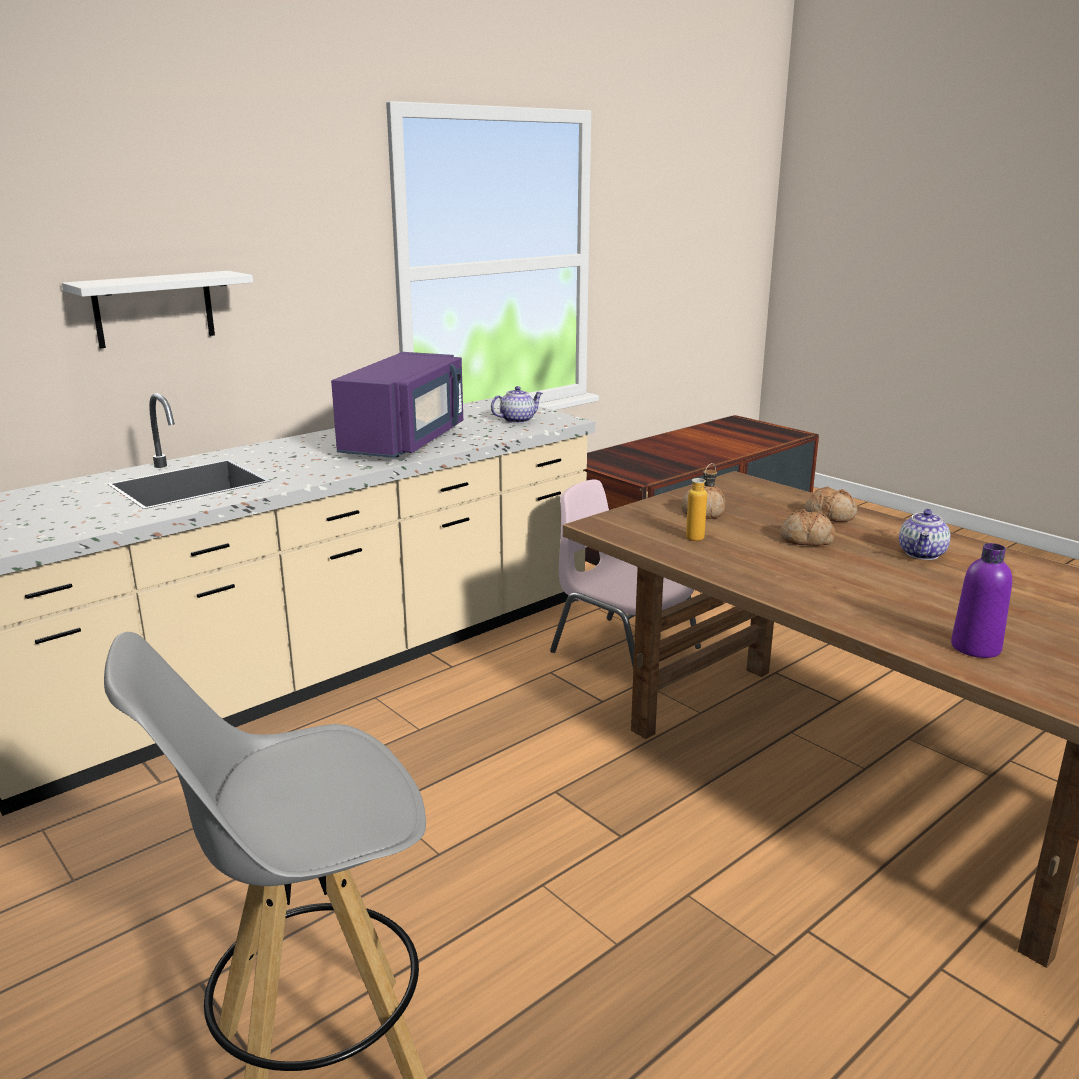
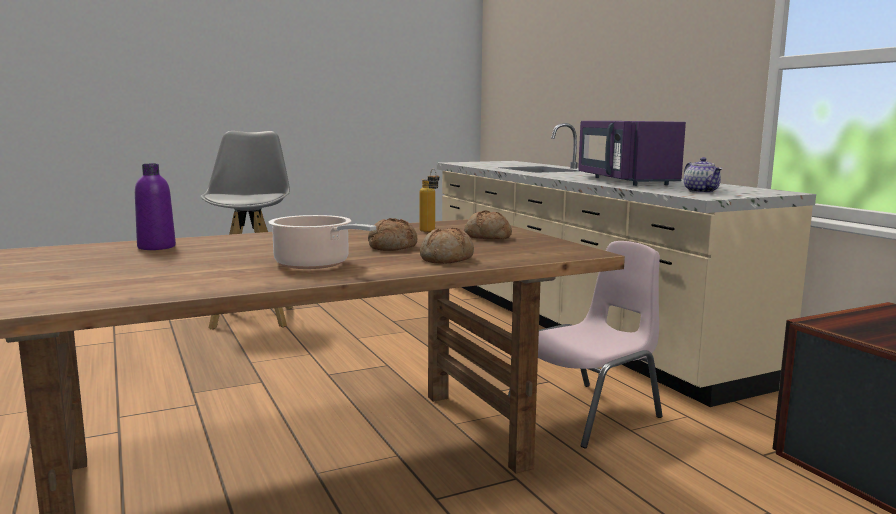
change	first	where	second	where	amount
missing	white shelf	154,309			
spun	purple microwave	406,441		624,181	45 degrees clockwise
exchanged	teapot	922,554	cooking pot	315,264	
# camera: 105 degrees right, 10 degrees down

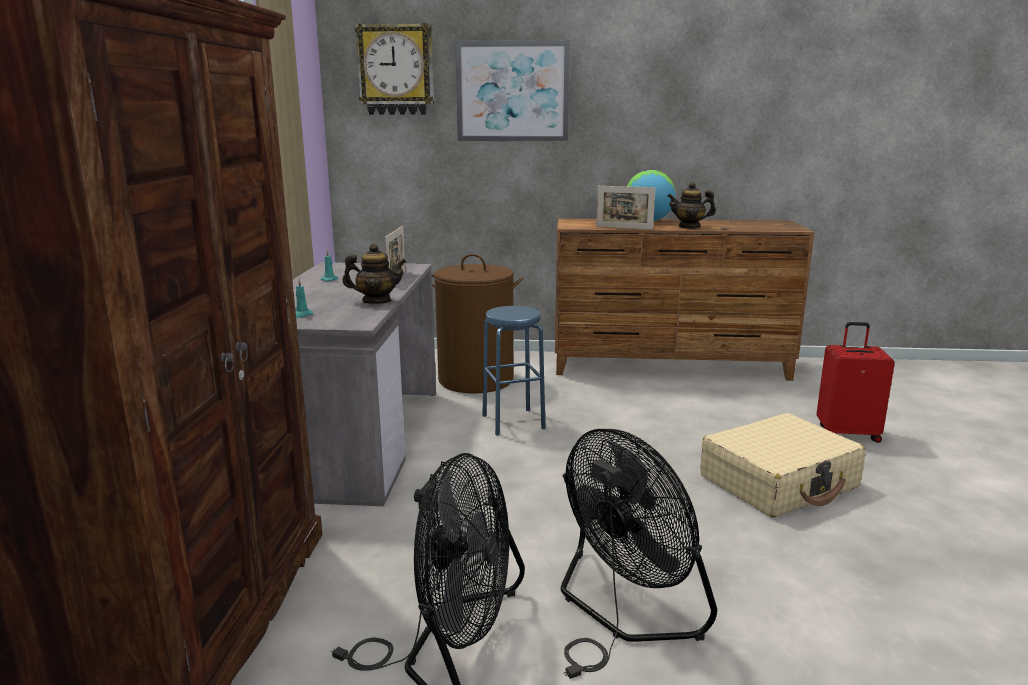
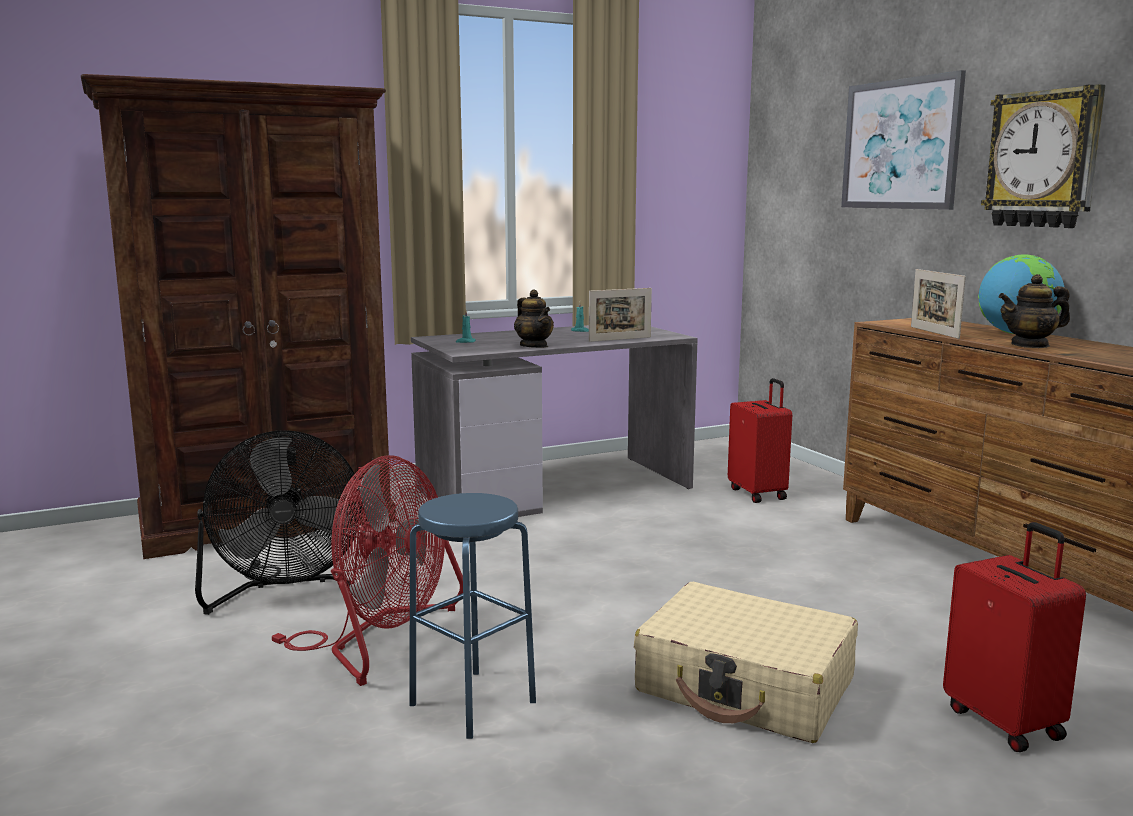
change	first	where	second	where	amount
relocated	wall clock	396,70		1043,159	
spun	teapot	689,227		1030,345	75 degrees counterclockwise
exchanged	brown laundry basket	476,380	red suitcase	758,493	
relocated	blue stool	513,422		472,703	
colour	black fan	614,611	red fan	377,640	
# camera: 60 degrees right, 5 degrees down

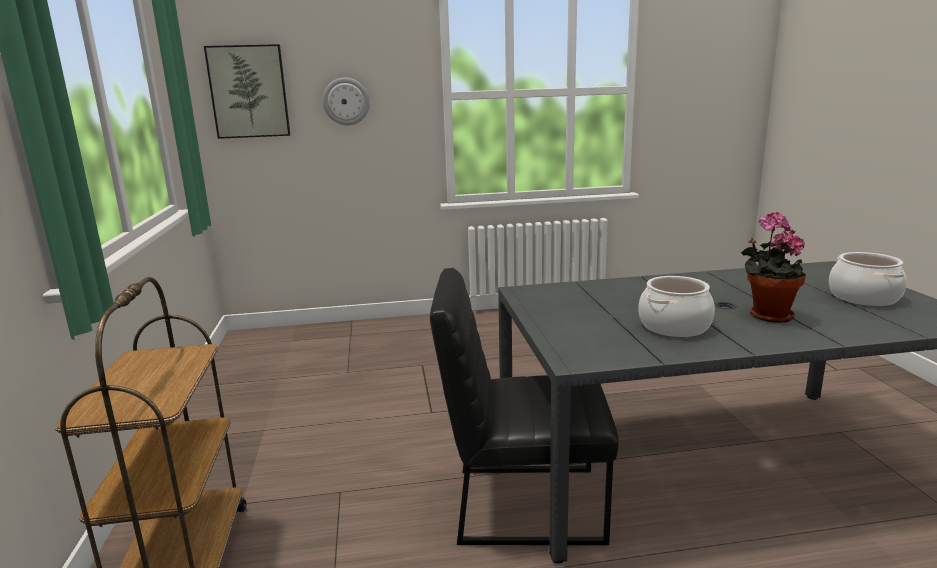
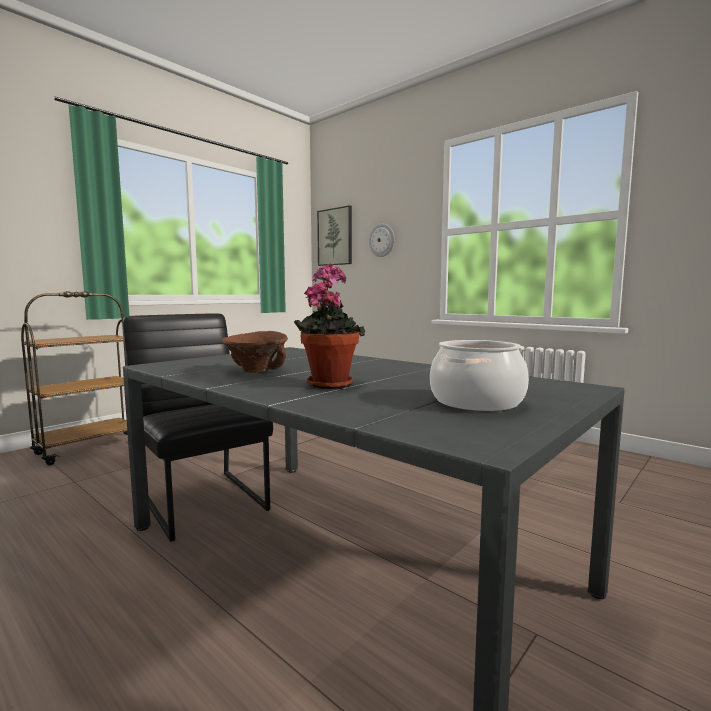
change	first	where	second	where	amount
exchanged	cooking pot	674,326	brown bowl	255,371	
# camera: 50 degrees right, 10 degrees down

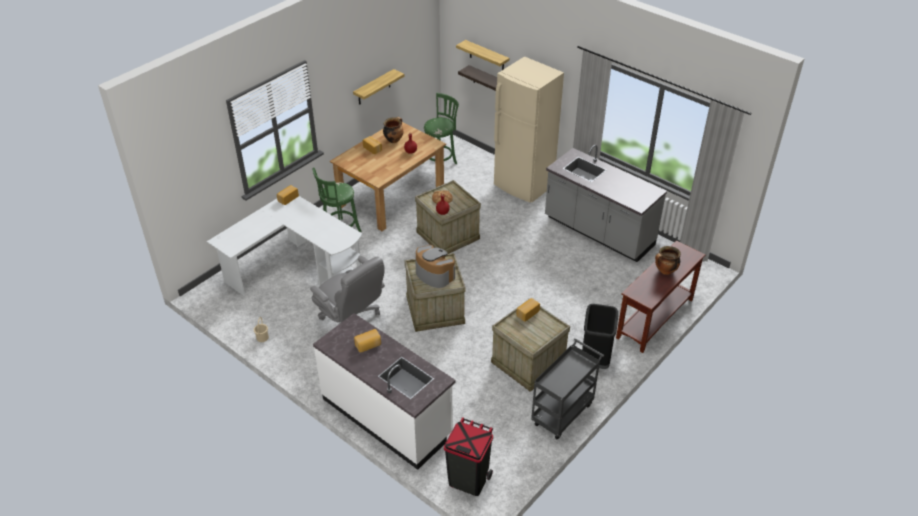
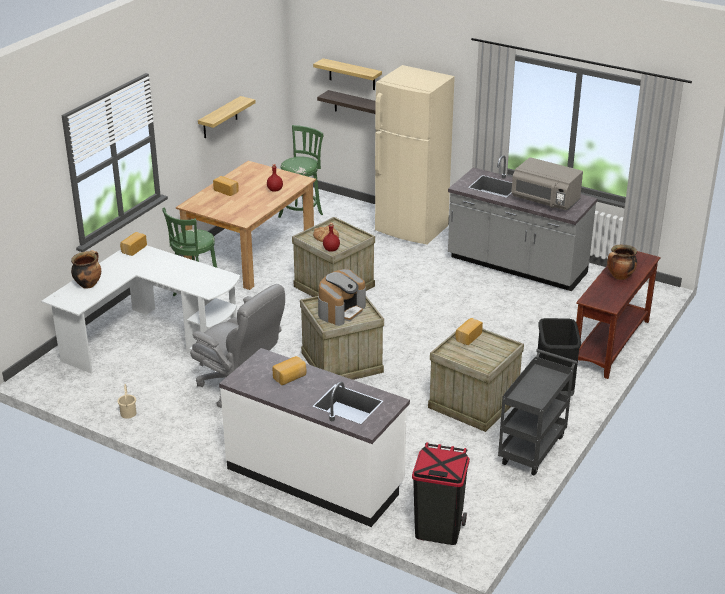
change	first	where	second	where	amount
relocated	cooking pot	393,140		88,284	
spun	coffee machine	434,274		341,310	90 degrees clockwise
appeared			grey microwave	545,201	
# camera: 10 degrees left, 10 degrees down

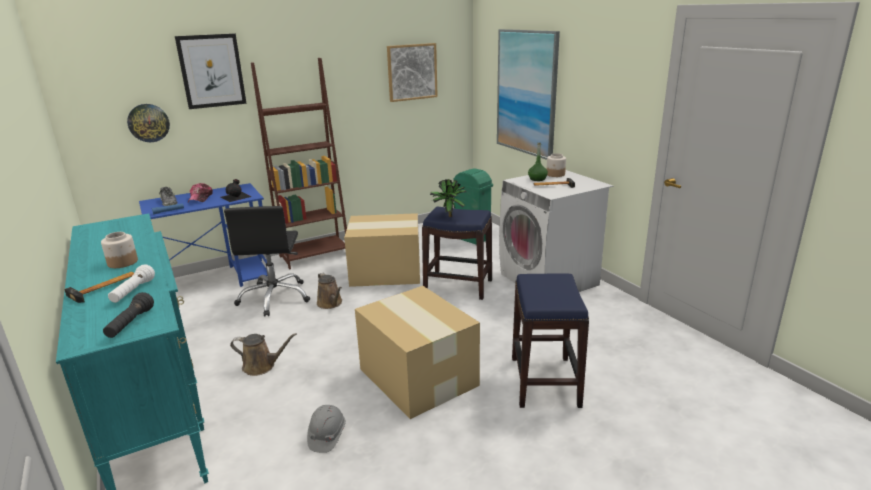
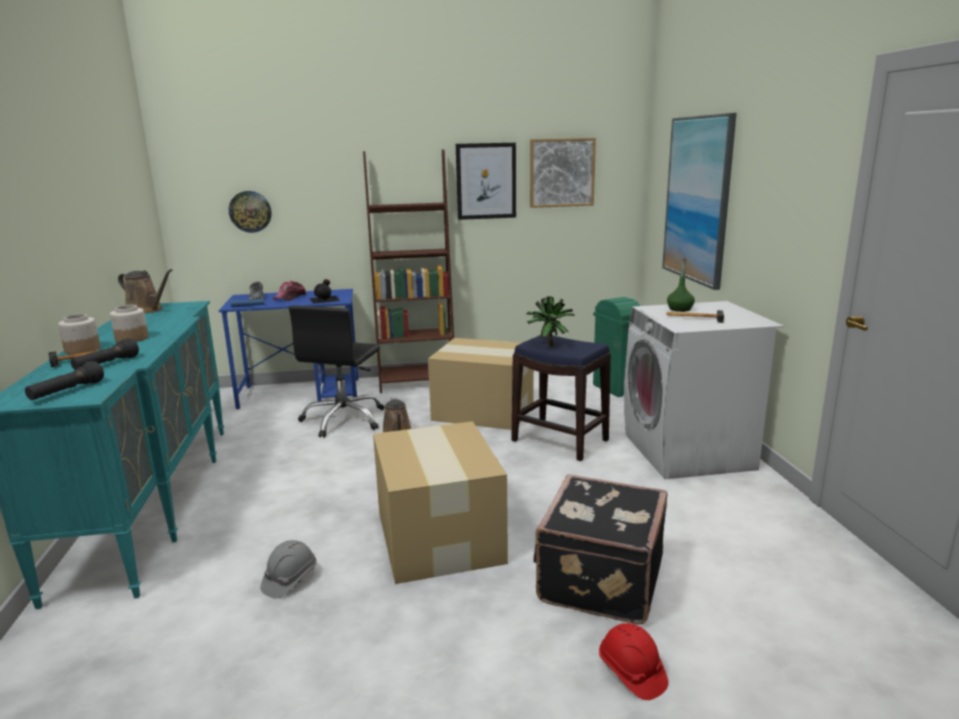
change	first	where	second	where	amount
relocated	picture	211,71		486,181	
relocated	jar	555,174		82,350	
colour	white flashlight	133,292	black flashlight	106,365	
exchanged	stool	545,382	black suitcase	598,579	
relocated	brown watering can	262,366		146,310	
appeared			red hard hat	631,673	
# camera: 20 degrees right, 5 degrees down

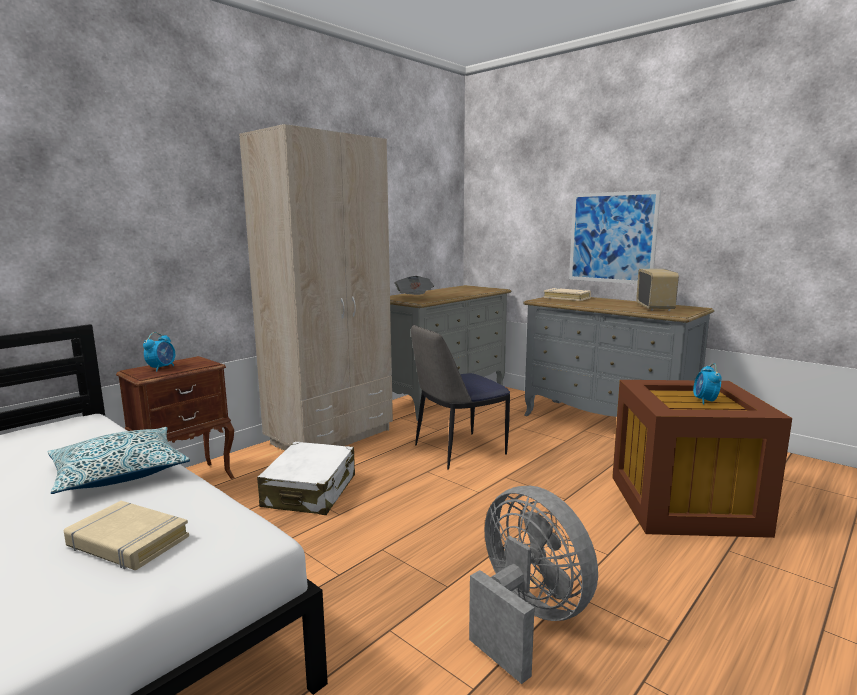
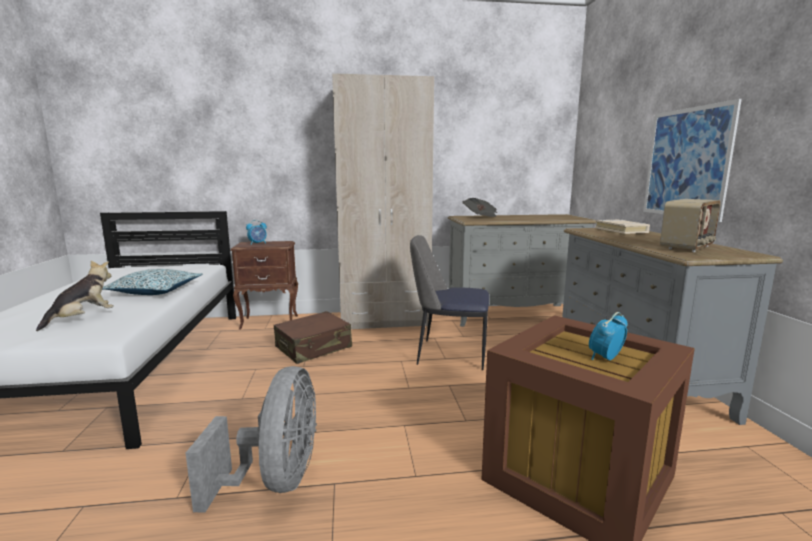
change	first	where	second	where	amount
colour	white suitcase	310,491	brown suitcase	314,347	
exchanged	beige book	127,542	plush toy	83,319	
# camera: 40 degrees right, 0 degrees up

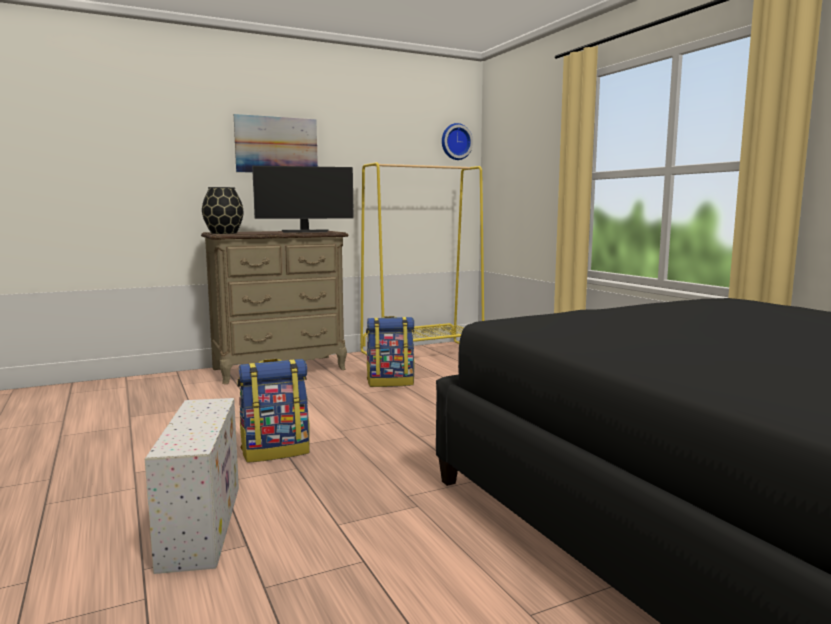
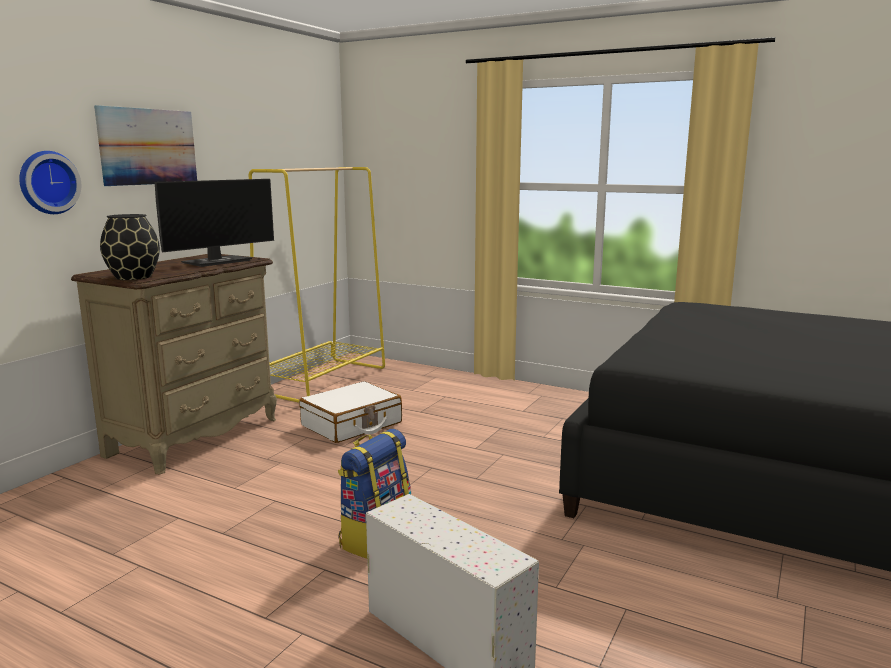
change	first	where	second	where	amount
relocated	wall clock	455,142		47,182	
exchanged	backpack	390,382	white suitcase	352,424	
# camera: 35 degrees left, 5 degrees up

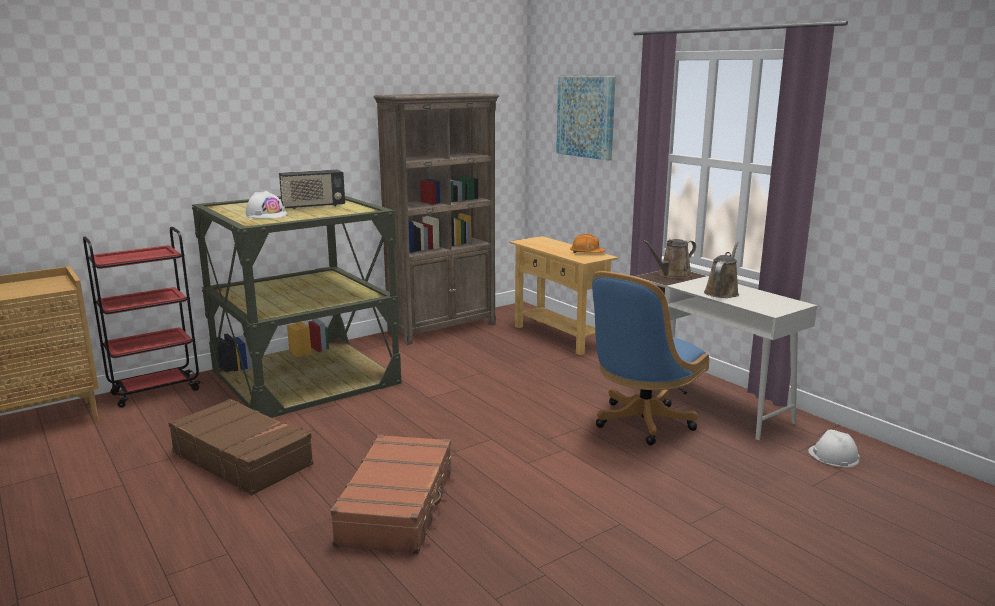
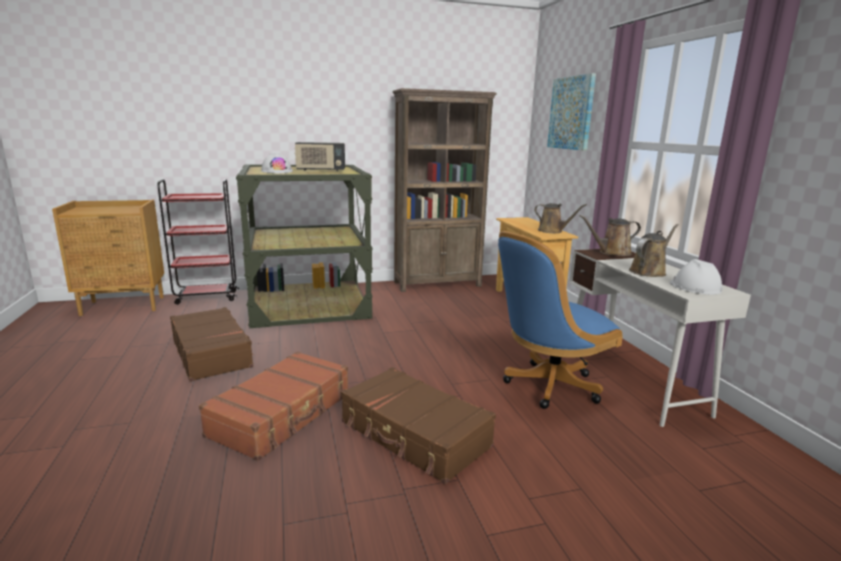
change	first	where	second	where	amount
exchanged	orange hard hat	586,253	brown watering can	552,231	
relocated	white hard hat	833,456		695,287	
appeared			brown suitcase	414,435	
# camera: 20 degrees right, 0 degrees up

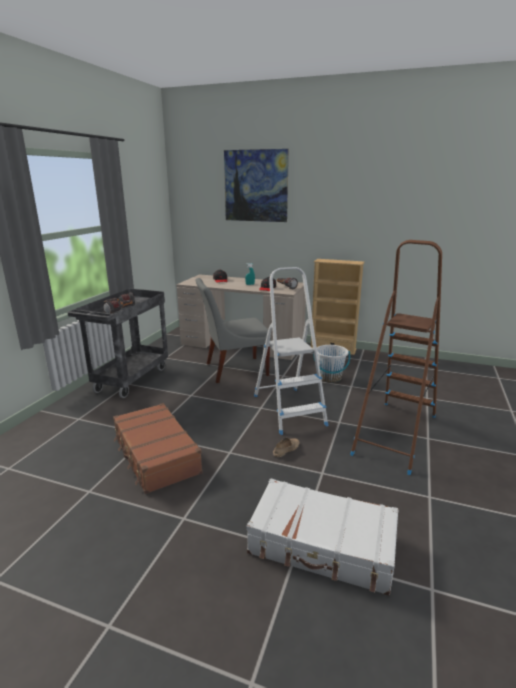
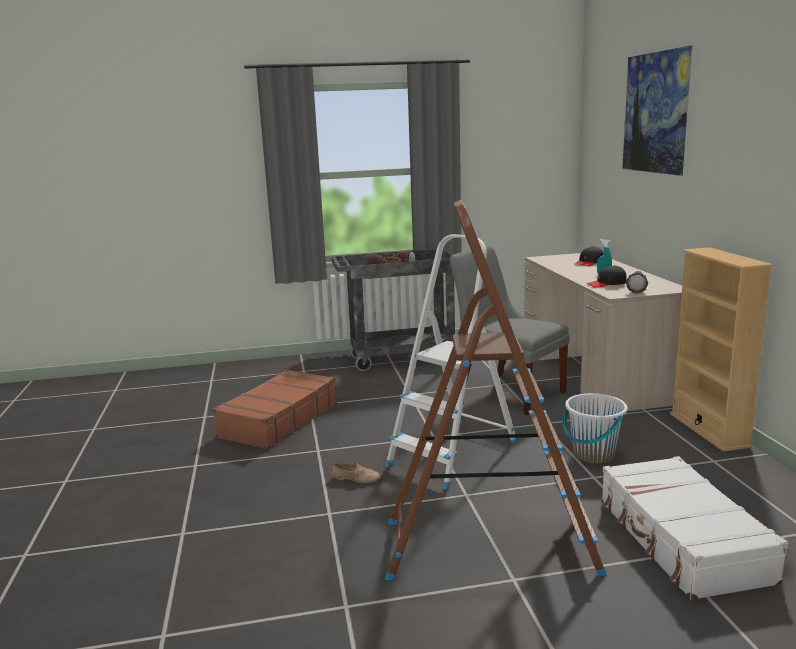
change	first	where	second	where	amount
relocated	white suitcase	322,545		681,540	
# camera: 60 degrees right, 5 degrees down

